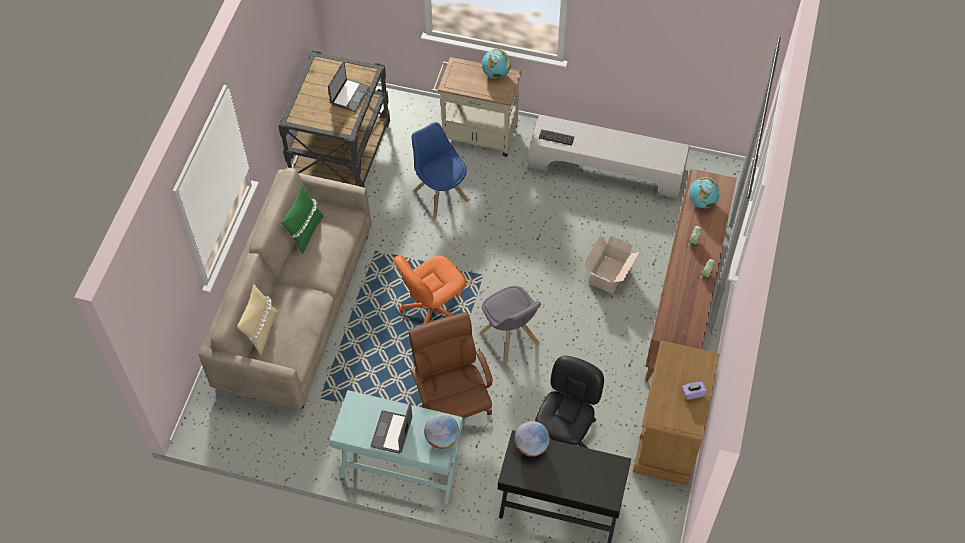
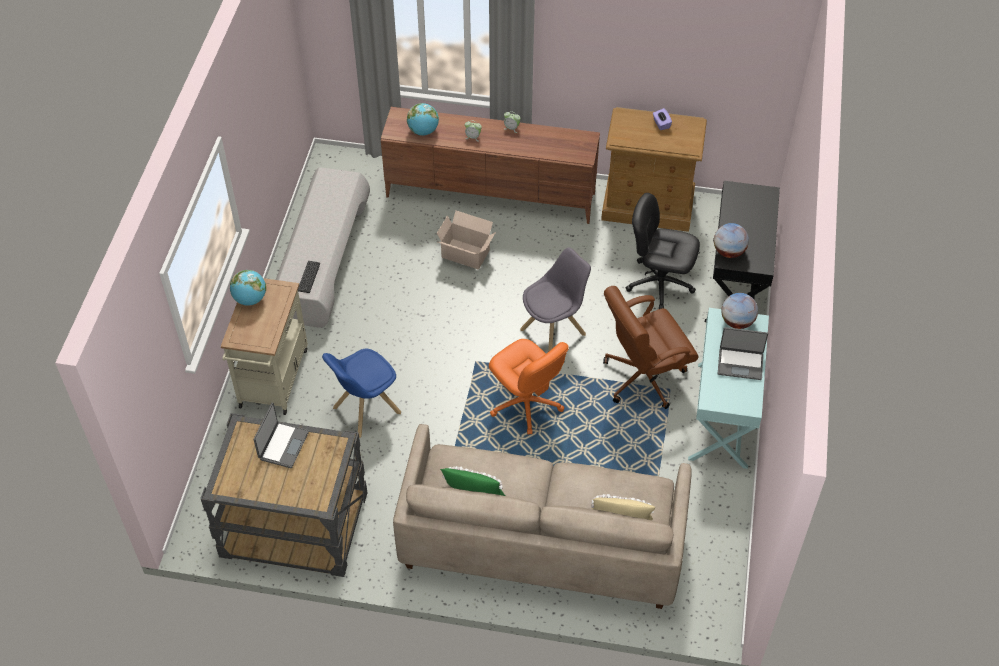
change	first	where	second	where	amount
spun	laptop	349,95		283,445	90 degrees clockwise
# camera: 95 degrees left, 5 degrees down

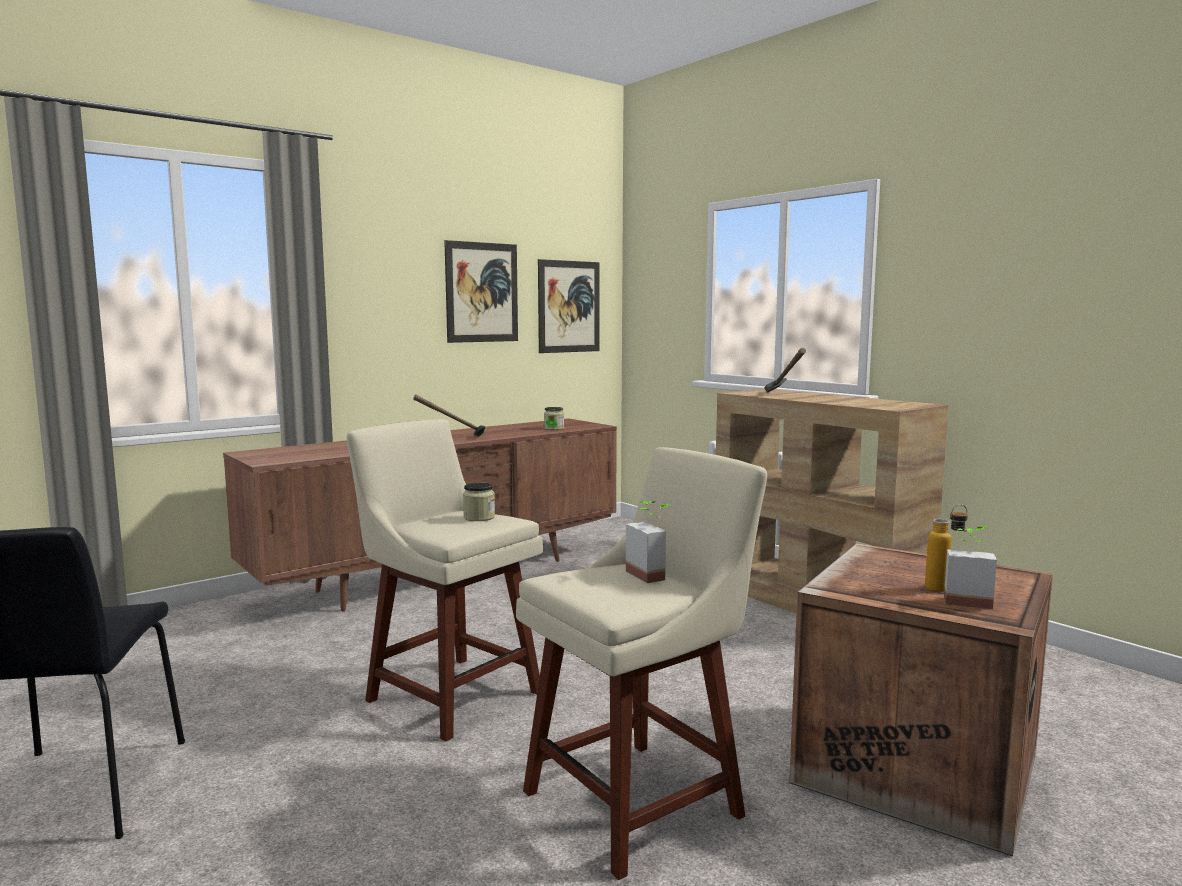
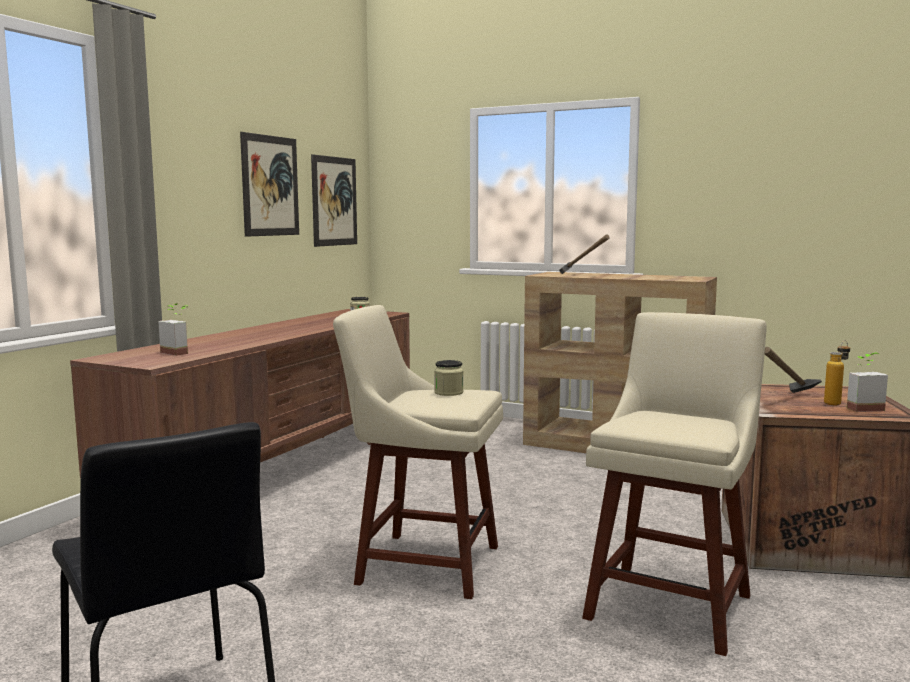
change	first	where	second	where	amount
relocated	hammer	453,439		788,399	
relocated	potted plant	652,574		179,352	
# camera: 25 degrees left, 0 degrees up

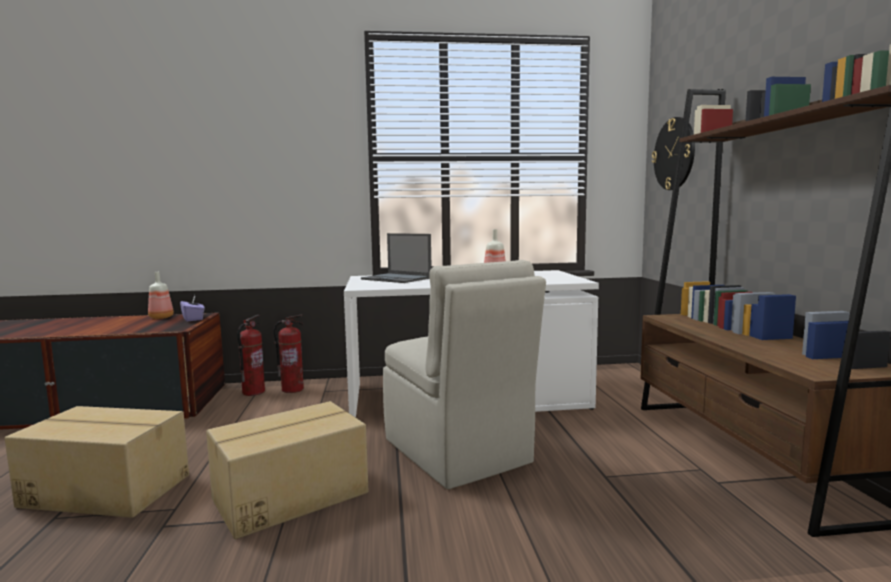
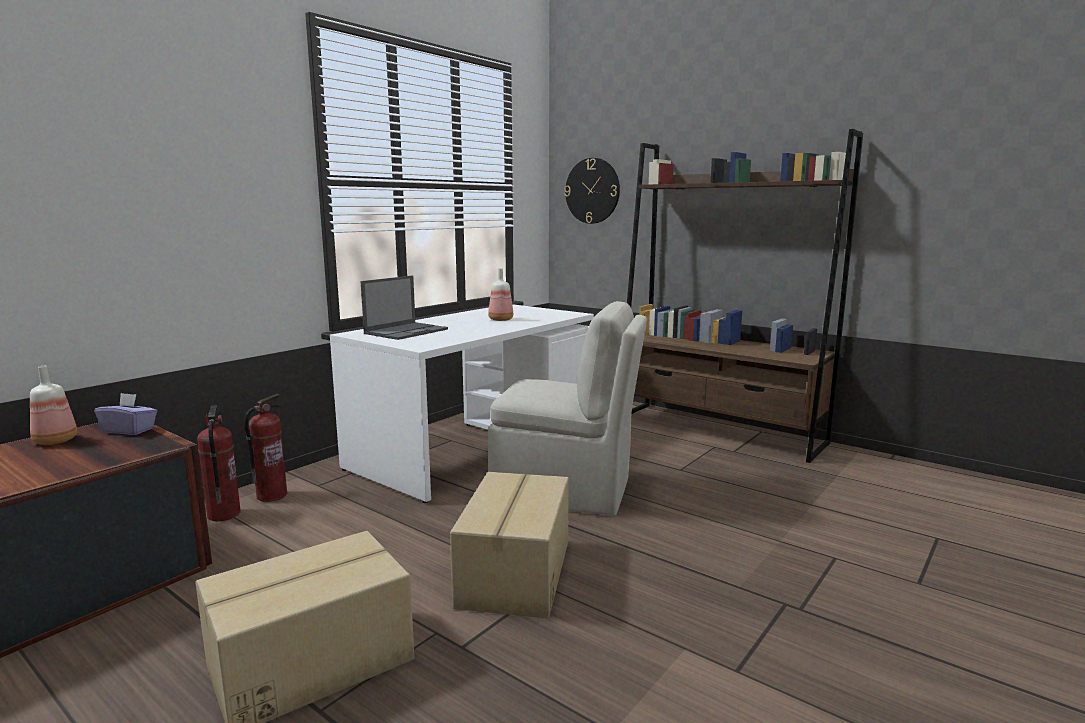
change	first	where	second	where	amount
spun	laptop	397,279		407,331	45 degrees counterclockwise
# camera: 45 degrees left, 5 degrees up

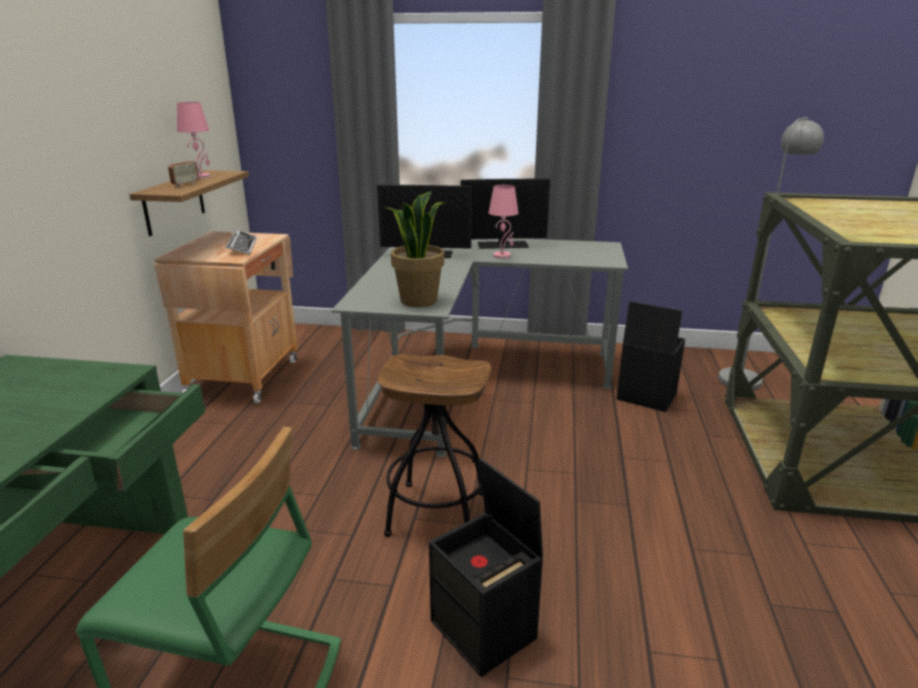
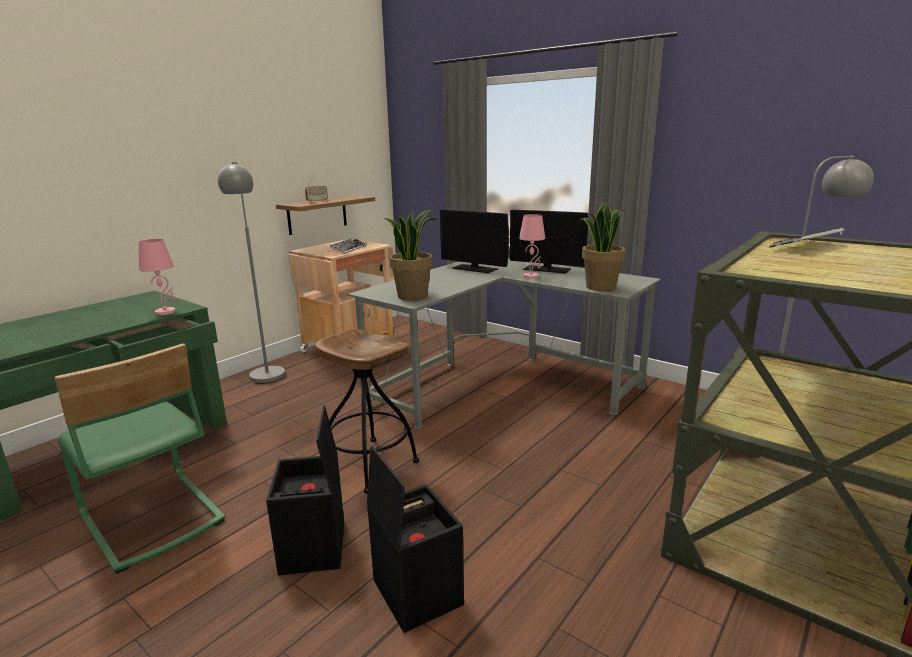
change	first	where	second	where	amount
relocated	pink table lamp	201,177		166,312	
relocated	black storage box	645,397		415,592	
appeared			grey floor lamp	267,380	
appeared			potted plant	600,287	
appeared			keyboard	807,244	
# camera: 30 degrees right, 5 degrees down

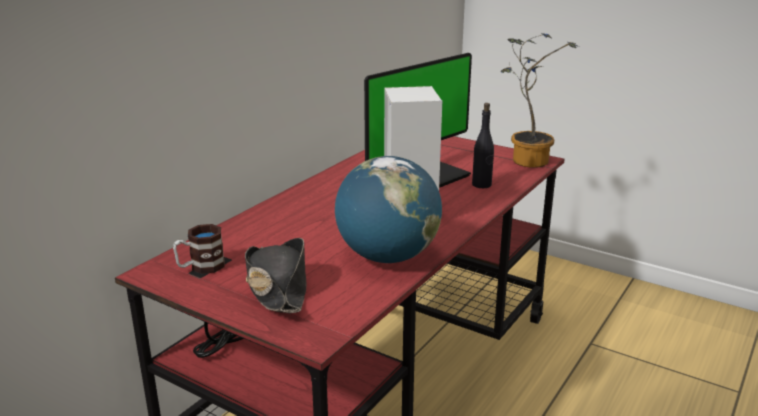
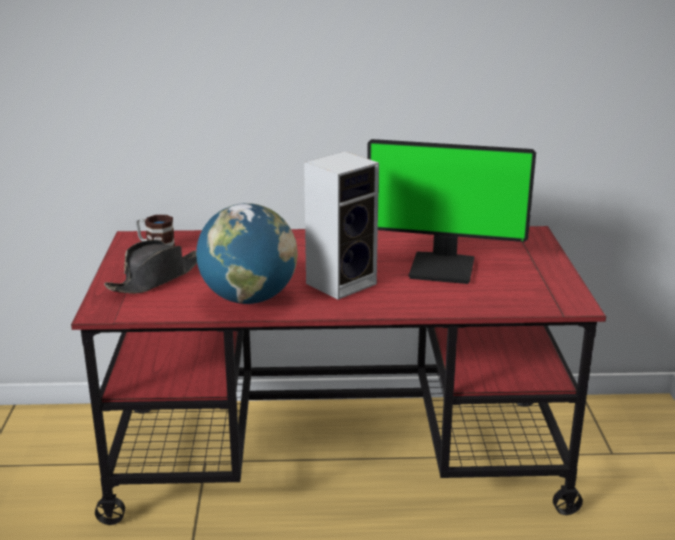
change	first	where	second	where	amount
missing	potted plant	527,159			
missing	black bottle	482,185			
# camera: 55 degrees right, 0 degrees up

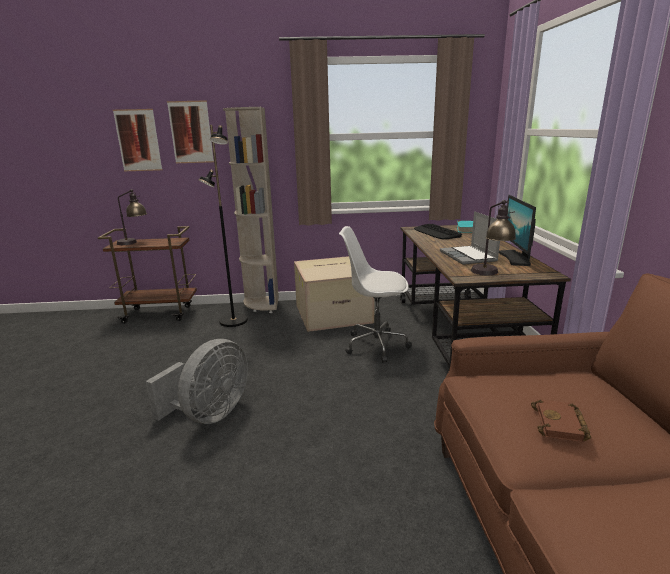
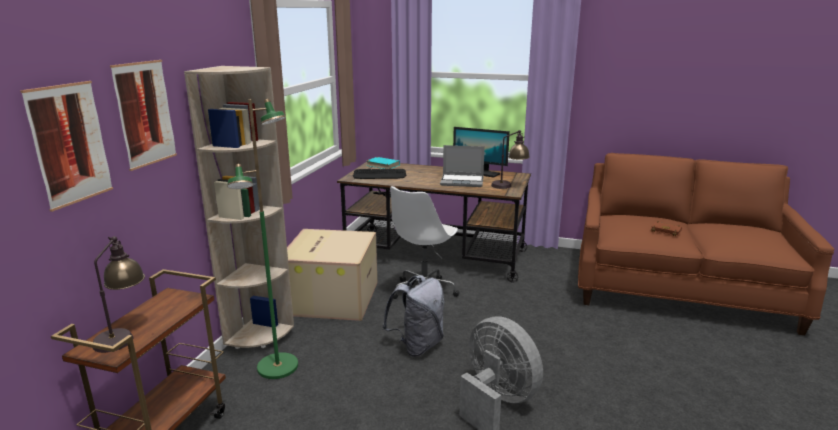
change	first	where	second	where	amount
colour	black floor lamp	233,321	green floor lamp	278,367	
appeared			grey backpack	417,345	
# camera: 70 degrees left, 0 degrees up

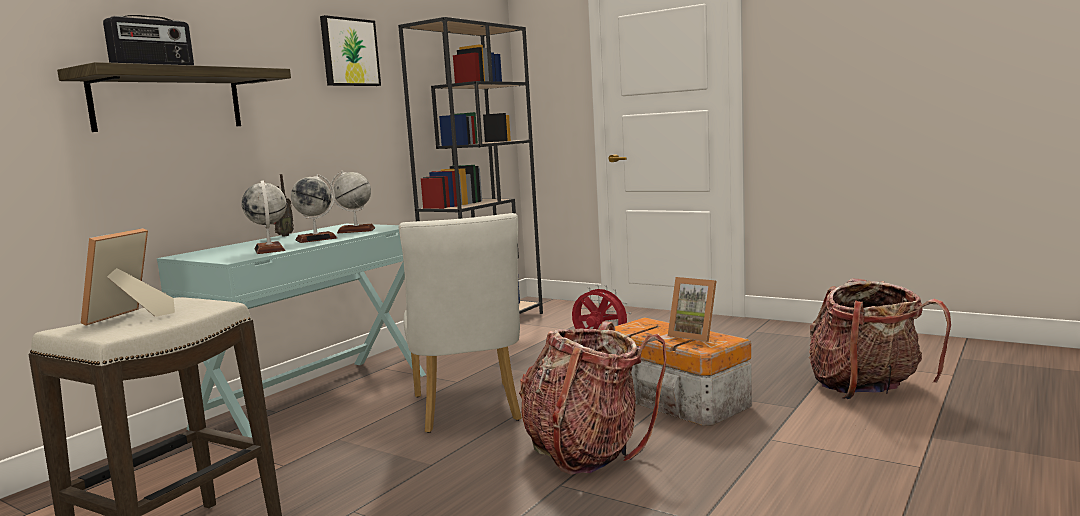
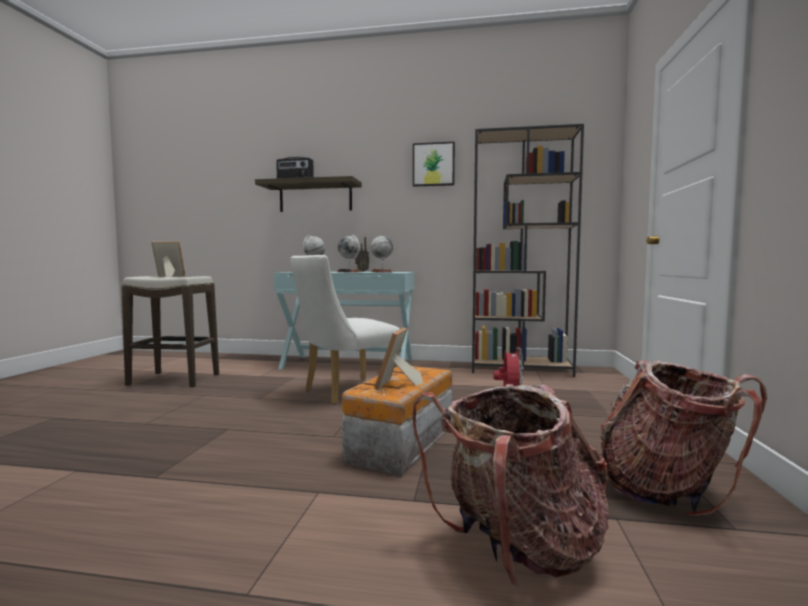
change	first	where	second	where	amount
relocated	backpack	586,451		669,490	
# camera: 65 degrees right, 5 degrees down

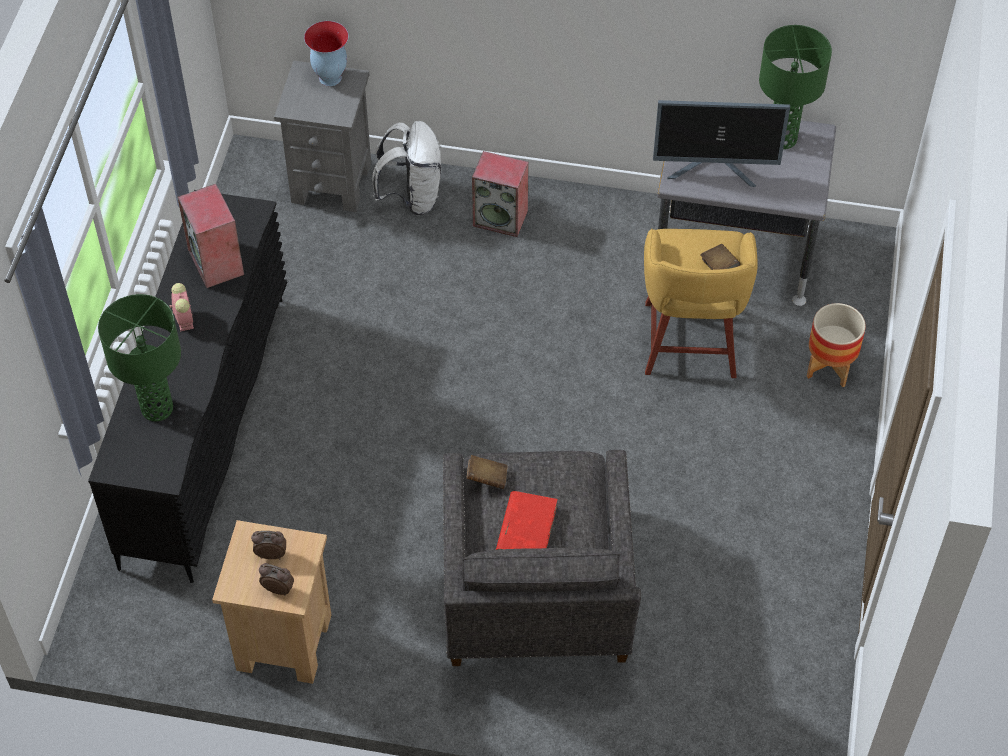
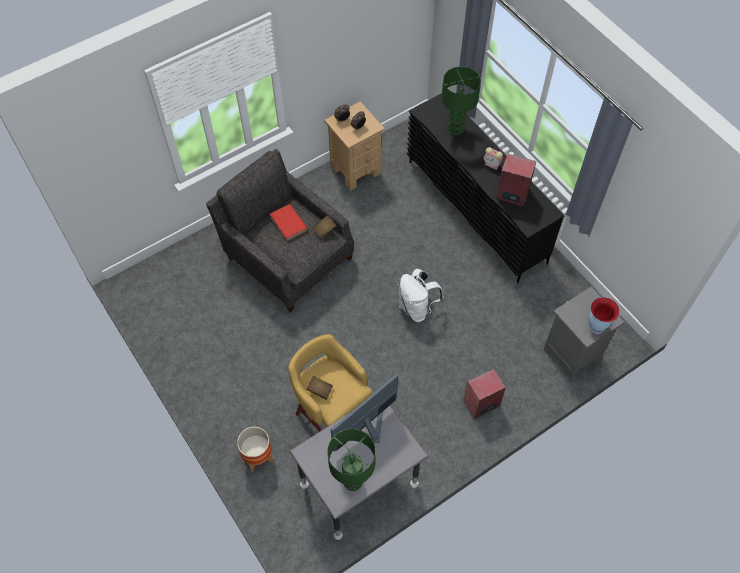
change	first	where	second	where	amount
relocated	white backpack	412,197		416,308	
# camera: 135 degrees right, 5 degrees up

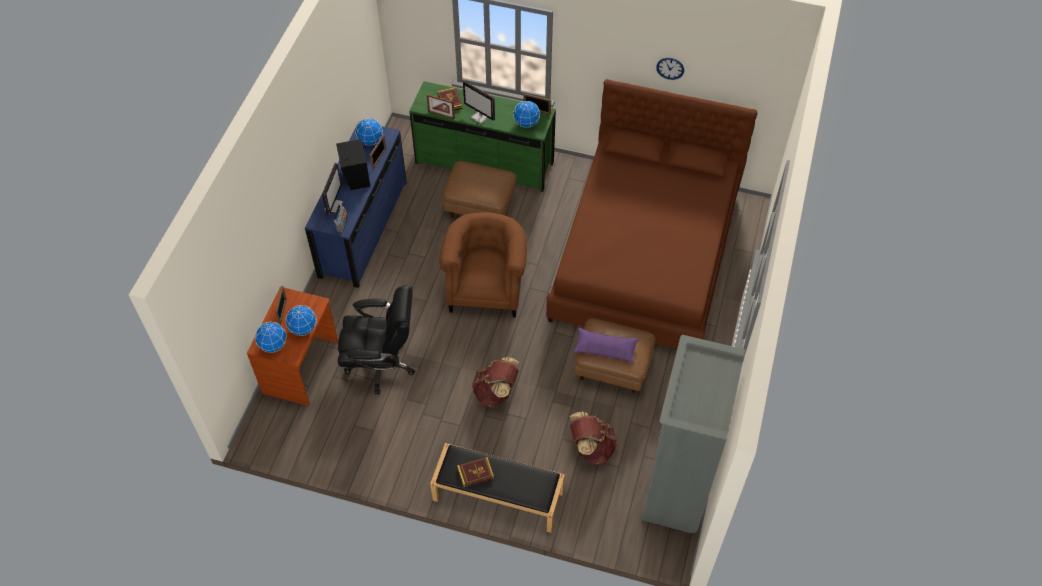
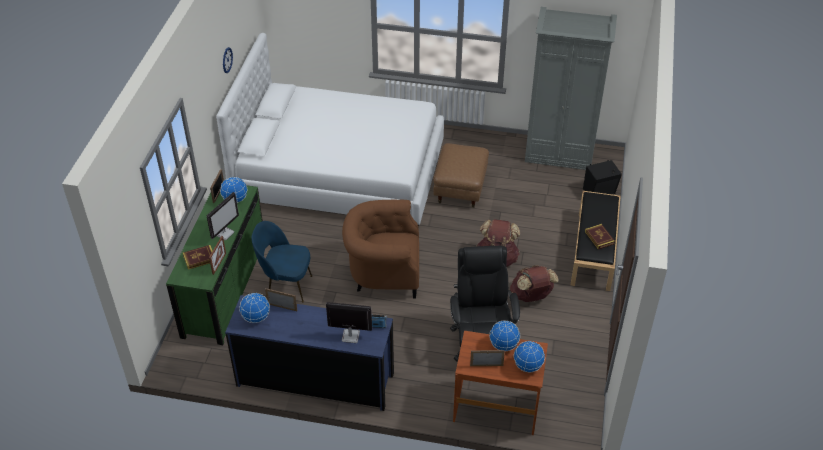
change	first	where	second	where	amount
colour	brown bed	645,255	white bed	339,173	
relocated	black speaker	356,177		600,192	
exchanged	brown ottoman	481,208	blue chair	286,286	
missing	purple pillow	605,349			
relocated	brown backpack	591,448		531,296	
# camera: 95 degrees left, 10 degrees down

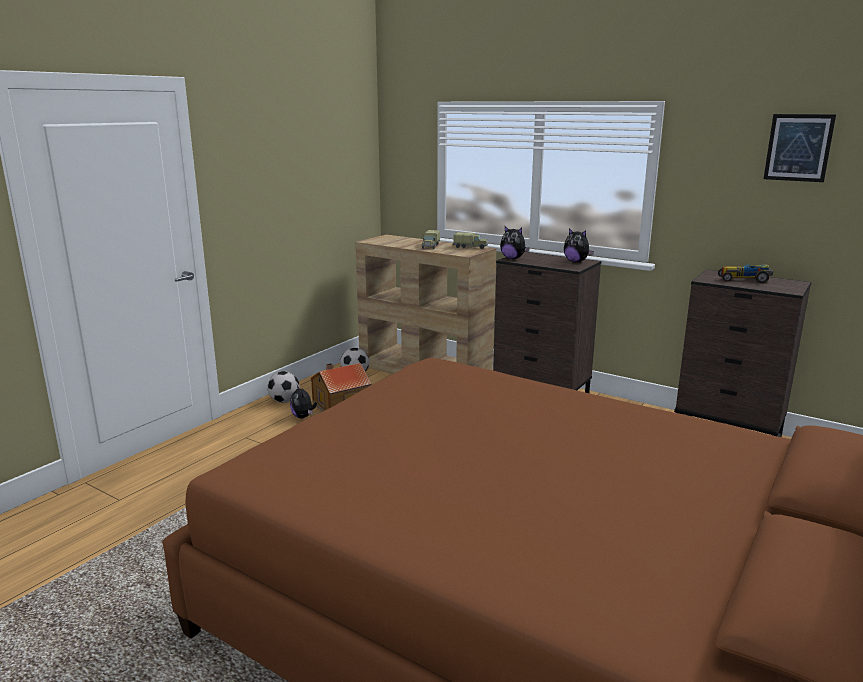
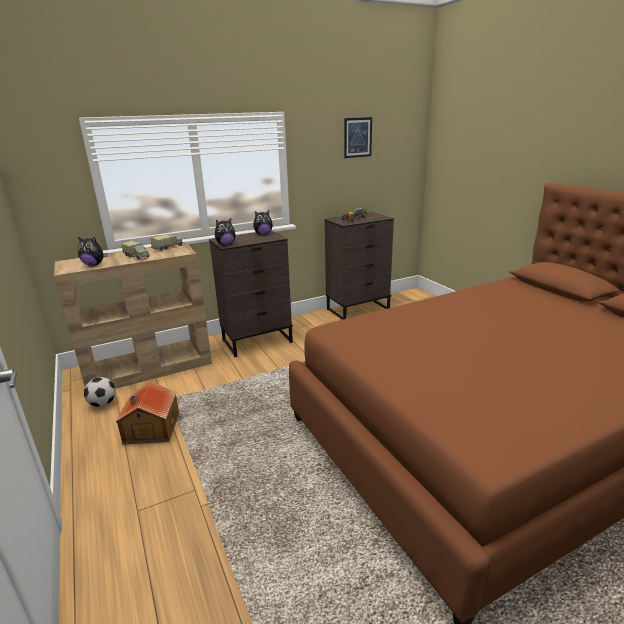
change	first	where	second	where	amount
missing	football	284,401			
relocated	plush toy	303,417		94,265	
# camera: 60 degrees left, 5 degrees up

